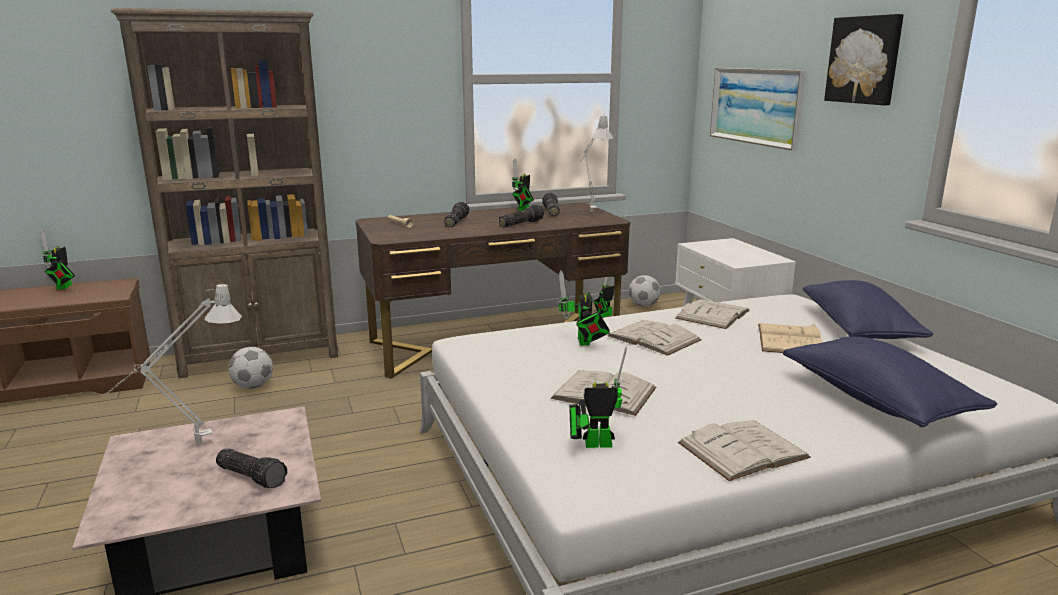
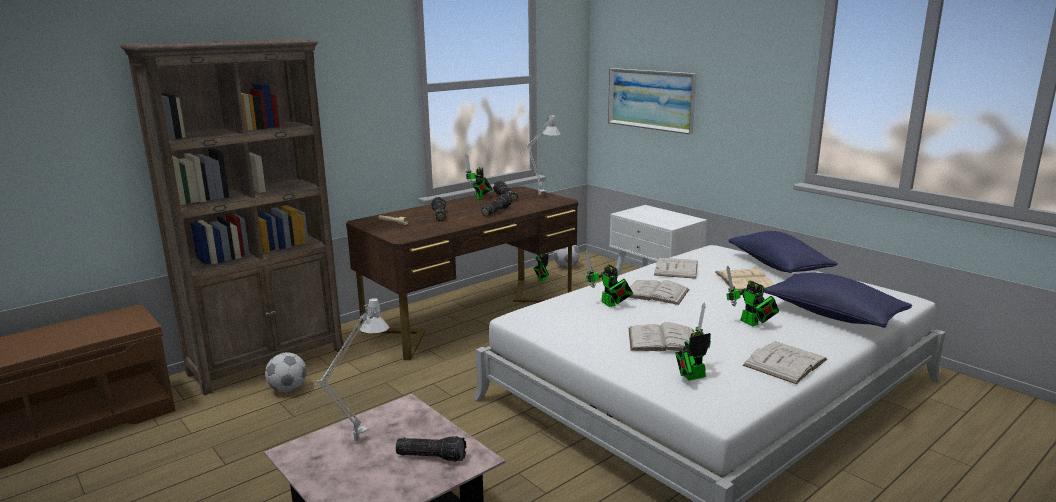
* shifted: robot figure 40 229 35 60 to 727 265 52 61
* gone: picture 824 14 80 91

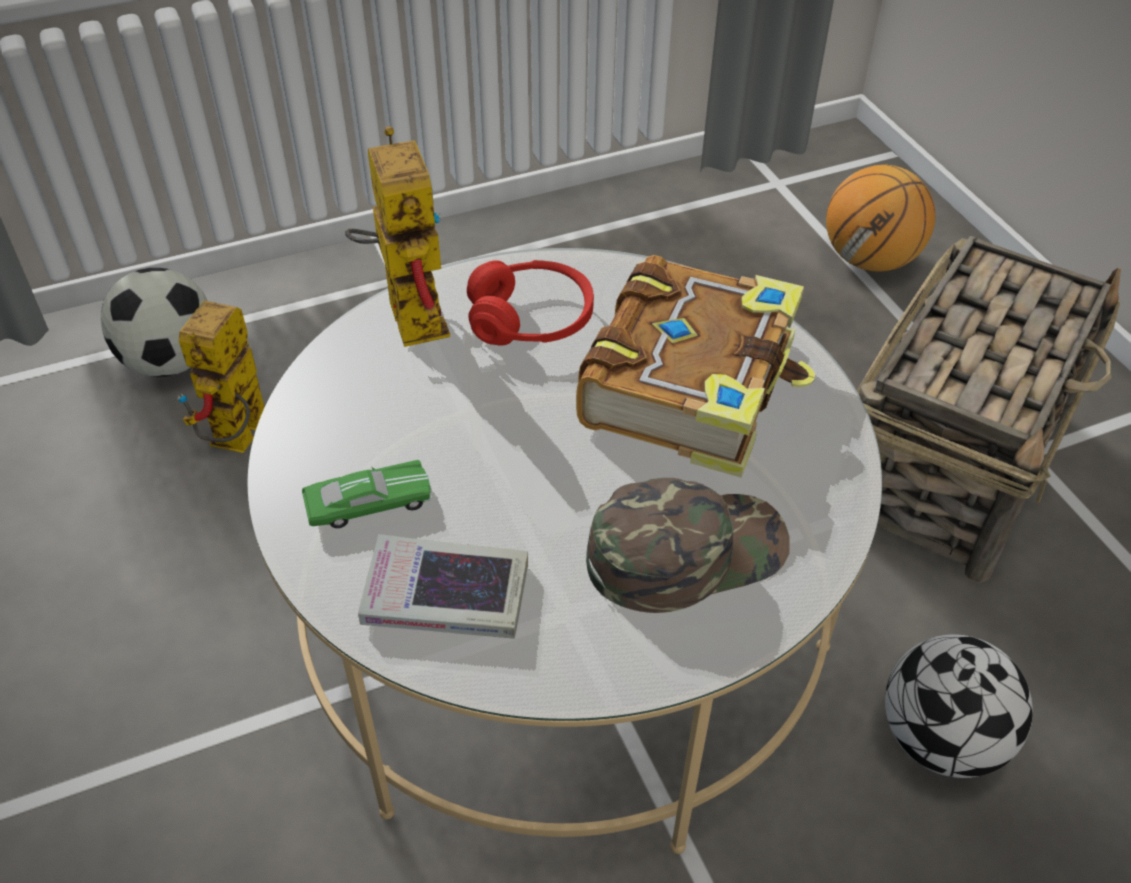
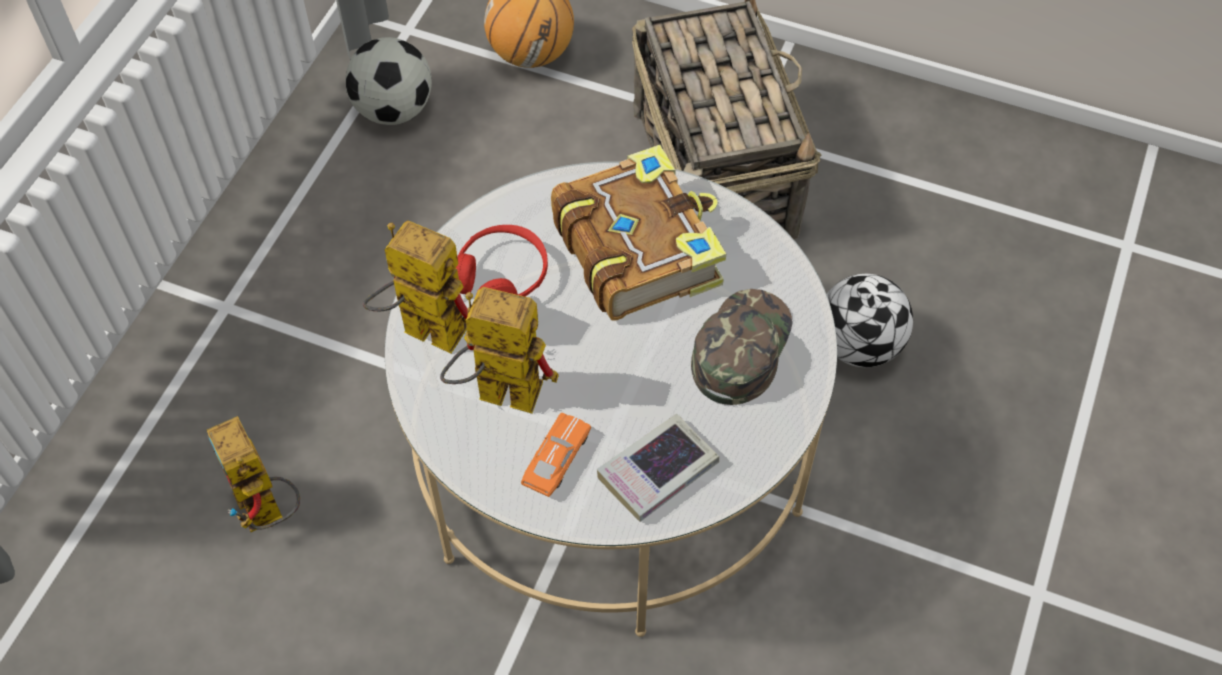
* shifted: football ball 101 268 107 109 to 345 37 87 88
* new: robot figure 440 287 119 126
* repainted: model car in green 302 460 130 68 to model car in orange-coloured 521 413 70 84

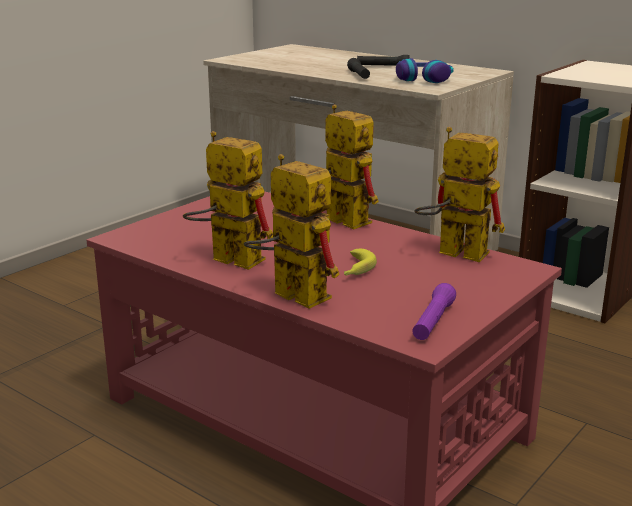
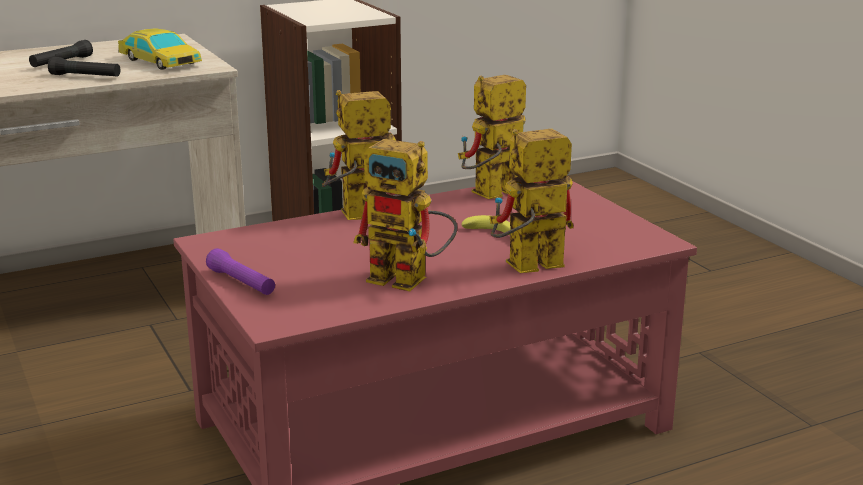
* swapped: headphones 396 58 58 25 to model car 118 28 84 42
* shifted: hand torch in purple 412 283 44 57 to 206 248 69 47
* rotated: robot figure 183 131 90 139 = 353 139 105 152 120 degrees counterclockwise

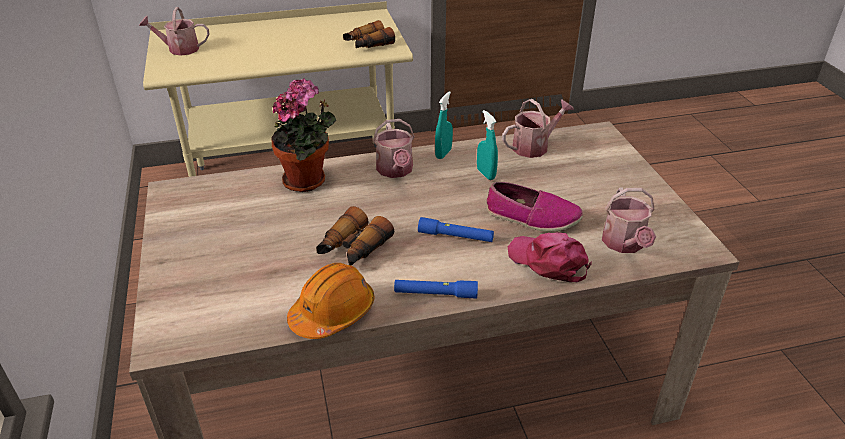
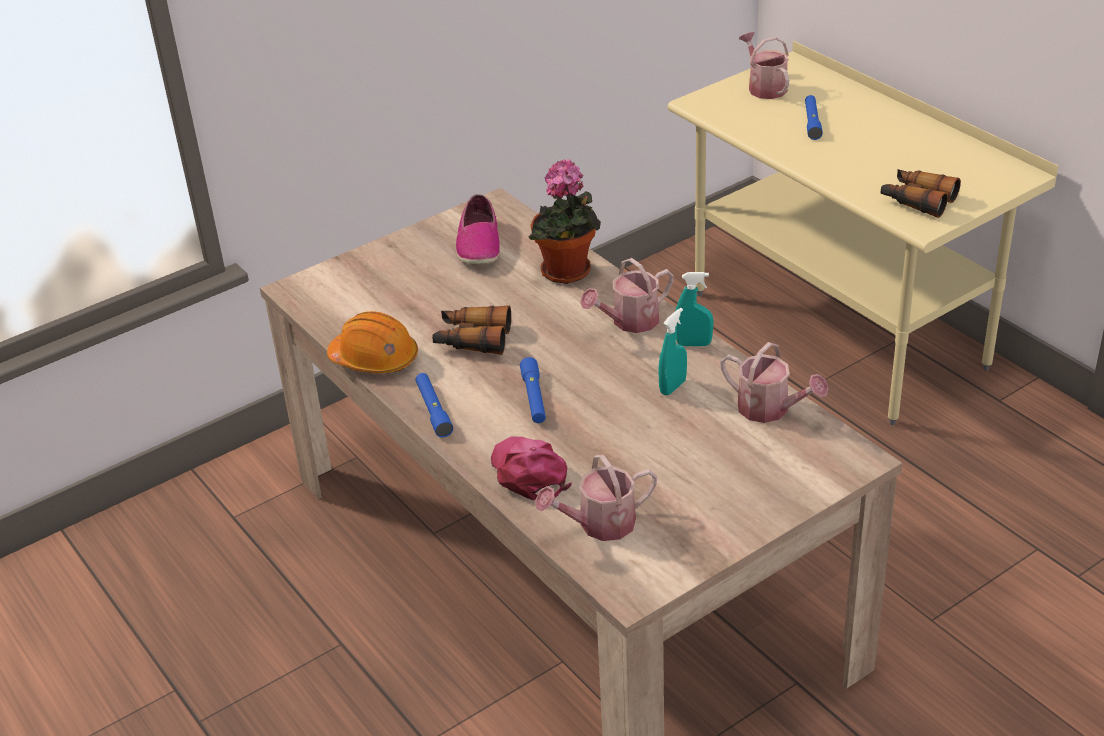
* shifted: item of footwear 486 182 97 50 to 456 194 44 70
* rotated: cap in pinkish 508 232 84 50 = 491 437 81 63 45 degrees counterclockwise
* new: hand torch in blue 805 95 18 45

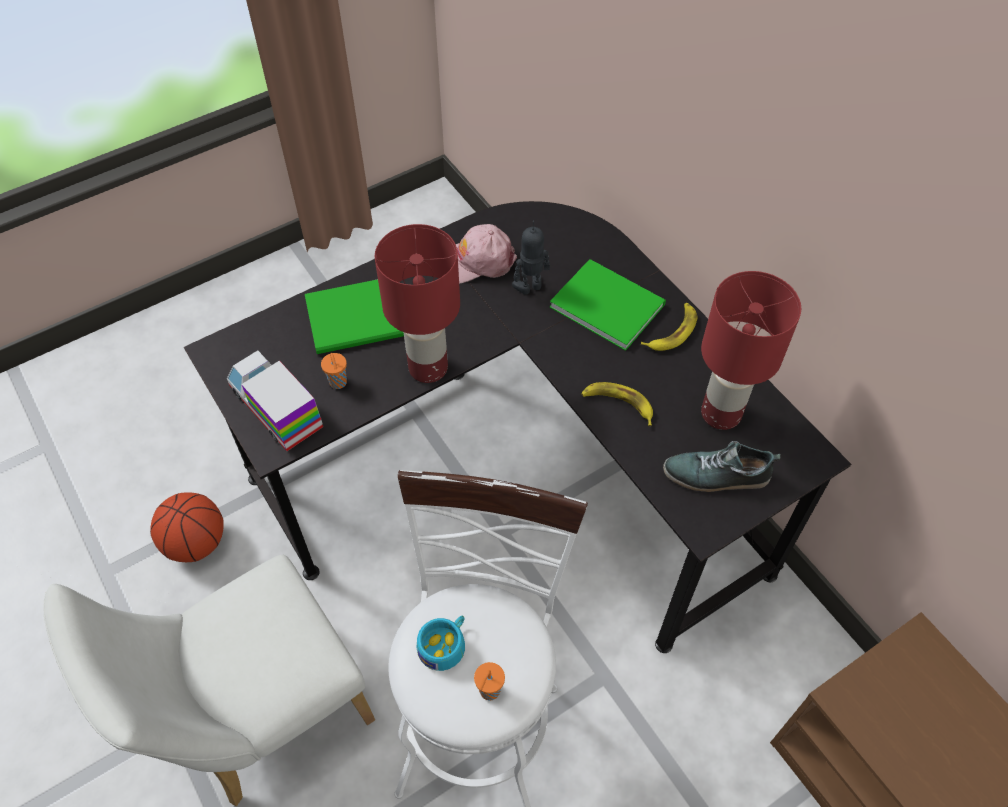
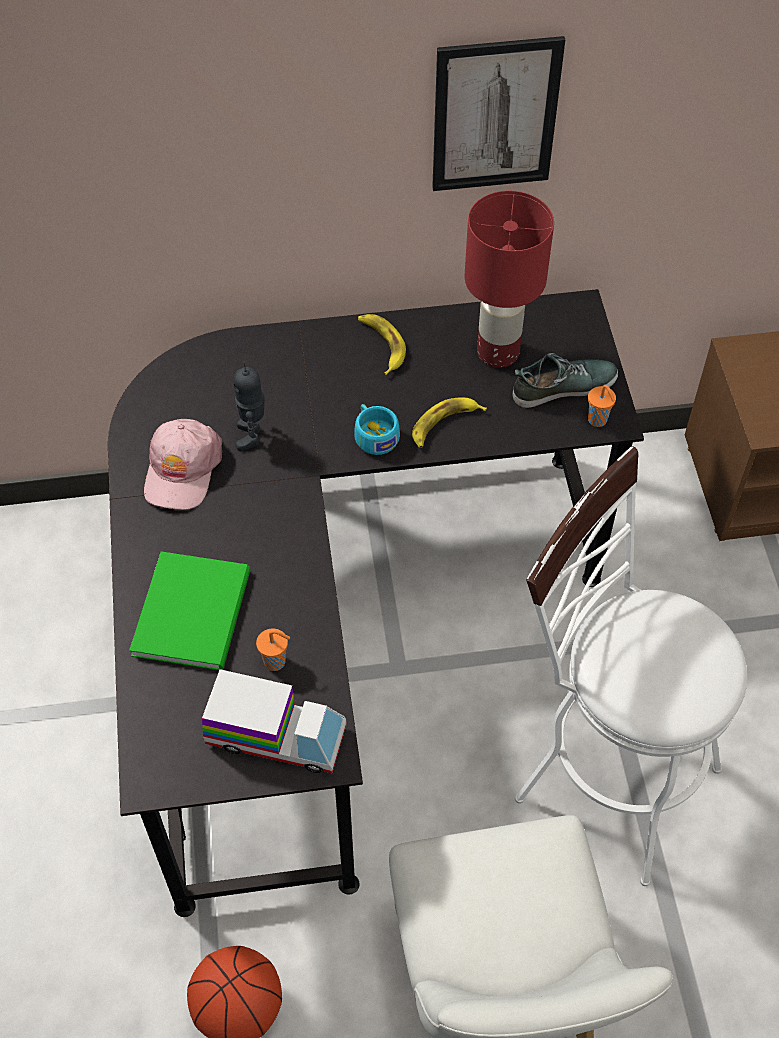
* rotated: toy lorry 227 350 96 101 = 202 669 145 104 150 degrees counterclockwise
* shifted: cup in blue-green 417 616 48 55 to 354 404 46 51
* new: picture 432 36 133 155
* rotated: item of footwear 663 441 118 51 = 512 353 106 55 135 degrees counterclockwise
* shifted: cup in orange-coloured 474 662 31 38 to 588 385 28 42
* gone: lamp for a table in red-coloured 375 224 85 159
* gone: book in green 550 259 116 92

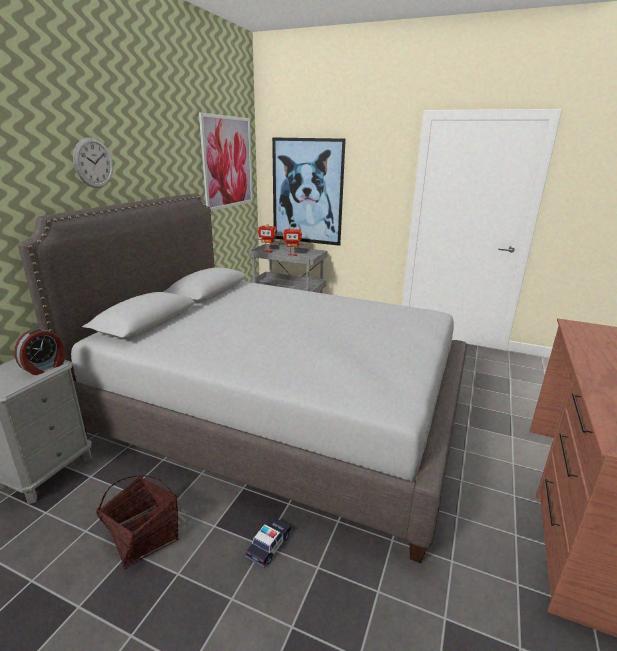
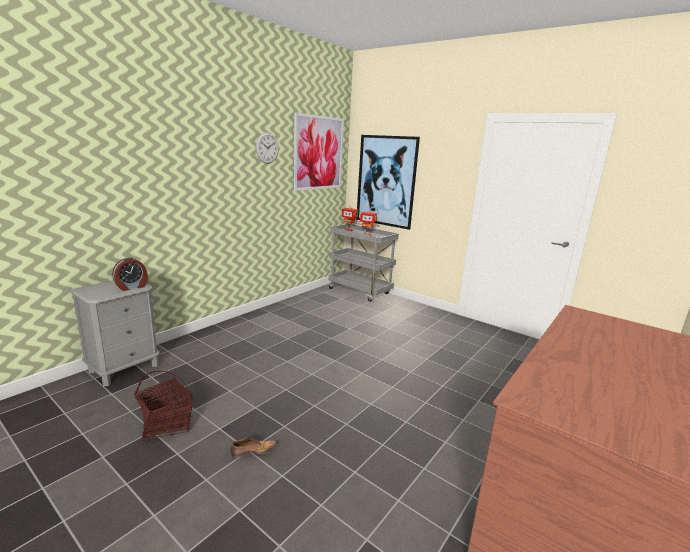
* swapped: model car 245 517 47 51 to item of footwear 230 437 47 21
* shifted: clock on the wall 73 137 40 51 to 256 132 23 32
* gone: sleeping bed in grey 18 193 449 370

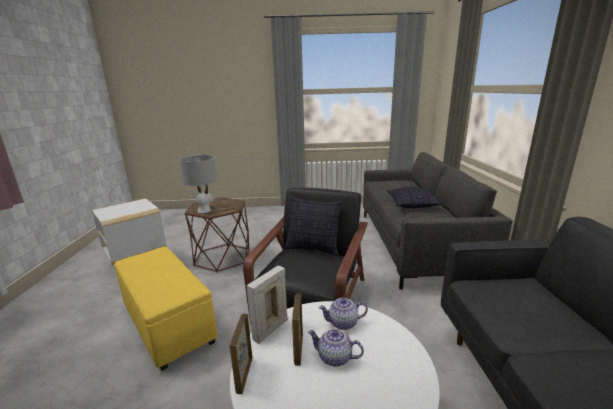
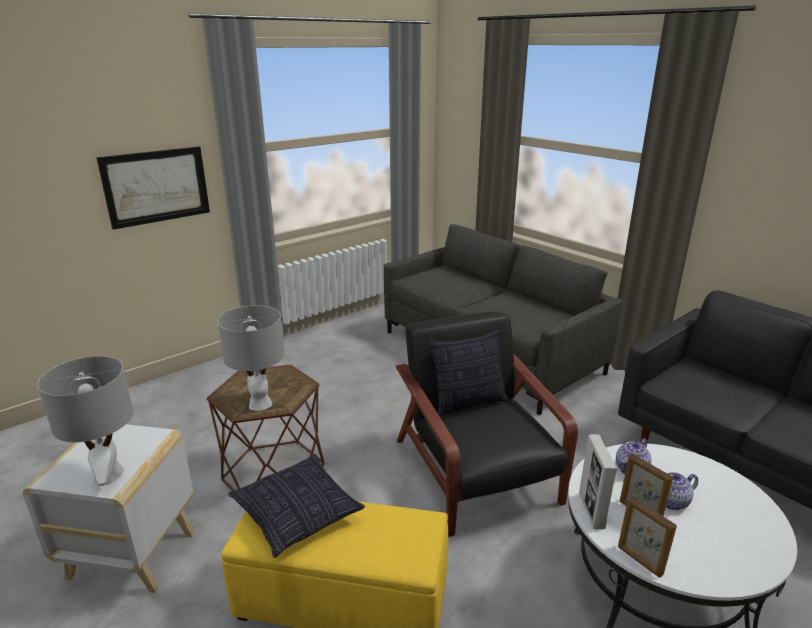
* new: lamp for a table in grey 37 356 97 130
* new: picture 96 146 114 84
* shifted: pillow 386 187 58 21 to 228 454 137 104

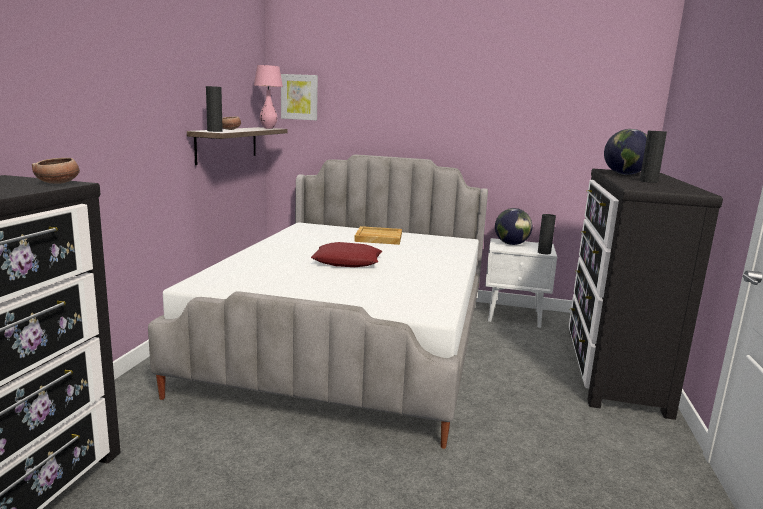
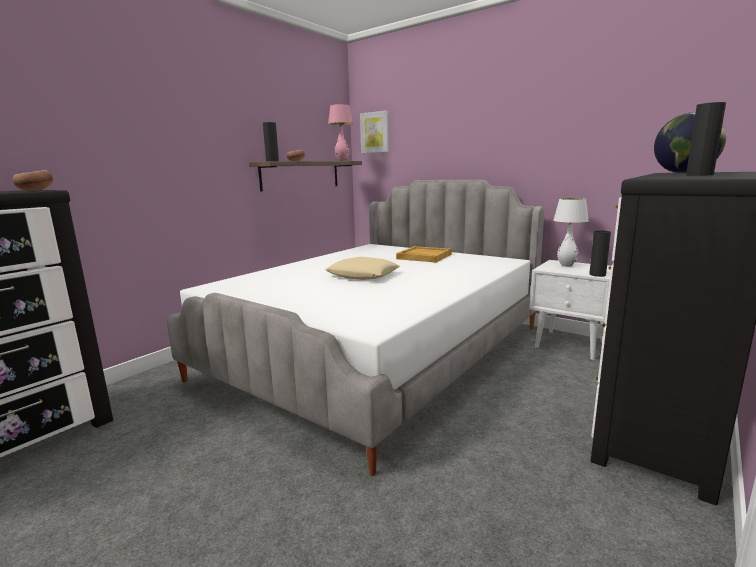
* repainted: pillow in red-coloured 311 242 72 25 to pillow in beige-coloured 325 257 75 23
* swapped: globe 495 208 37 37 to lamp for a table in whitish 553 198 35 69

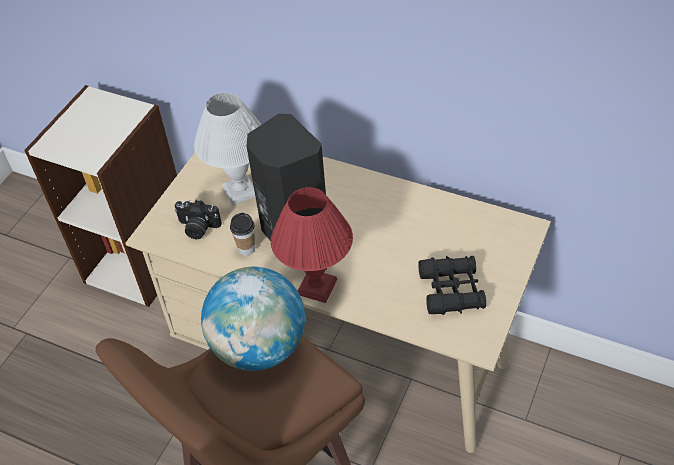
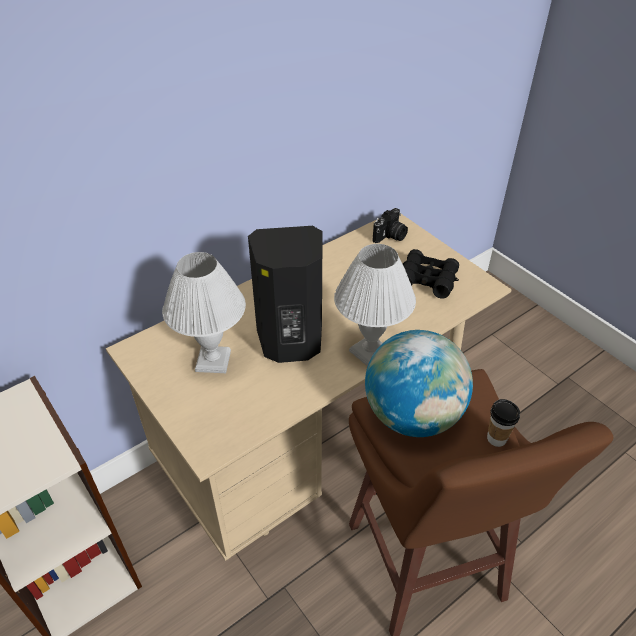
* repainted: lamp for a table in red-coloured 271 187 82 116 to lamp for a table in whitish 334 244 82 122
* shifted: photo camera 174 200 48 39 to 372 208 36 35
* shifted: cup 230 213 25 43 to 487 399 33 48

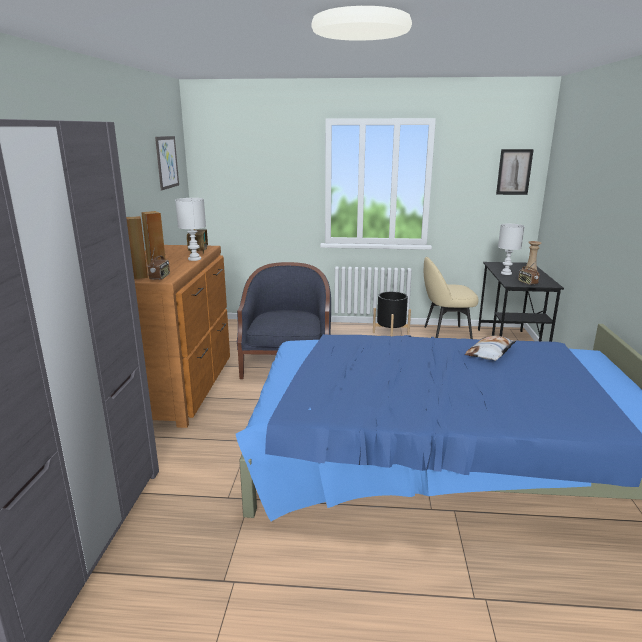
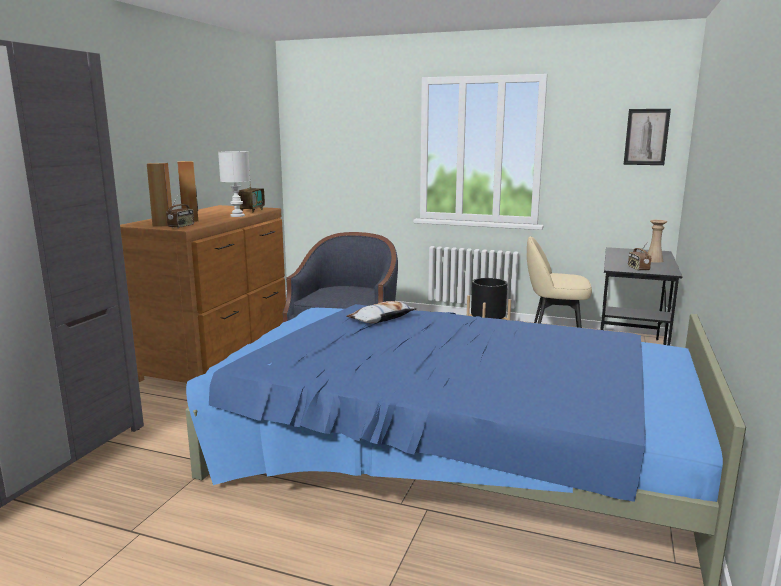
* shifted: pillow 464 336 52 25 to 346 301 71 23
* gone: picture 155 136 24 54
* gone: lamp for a table in whitish 498 224 27 51

